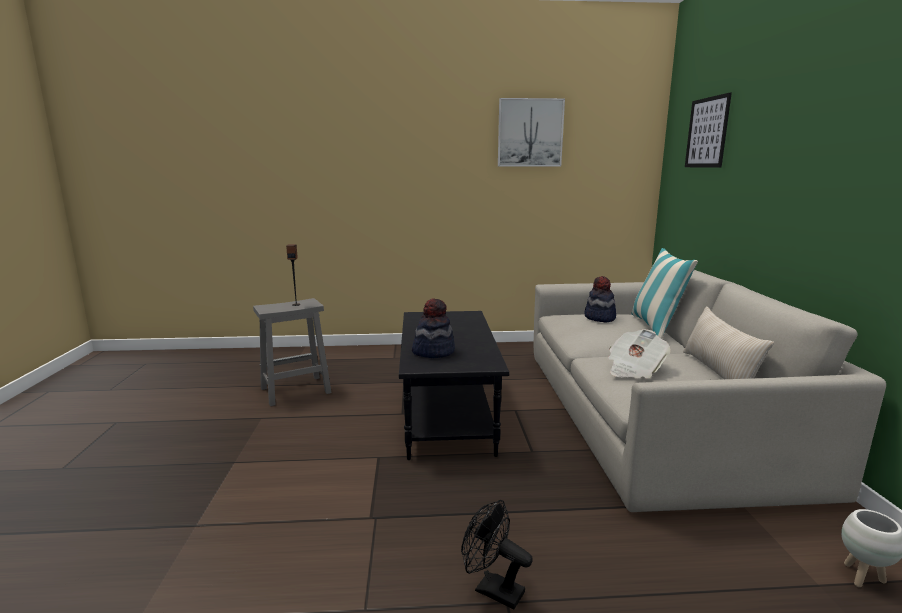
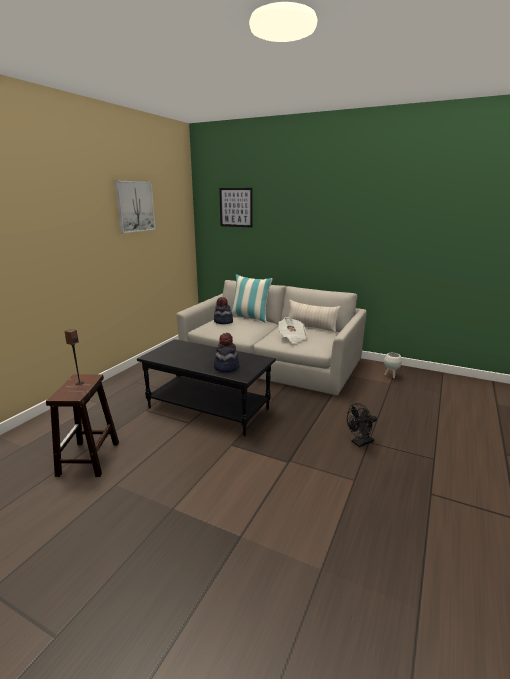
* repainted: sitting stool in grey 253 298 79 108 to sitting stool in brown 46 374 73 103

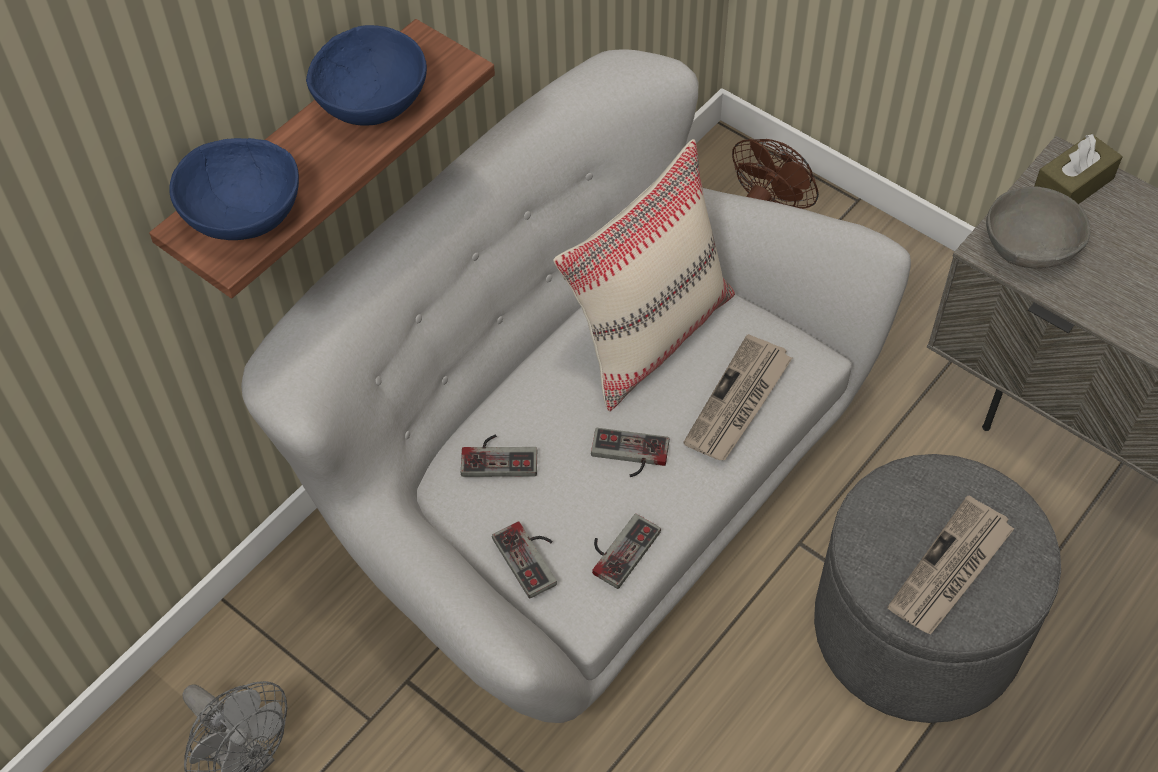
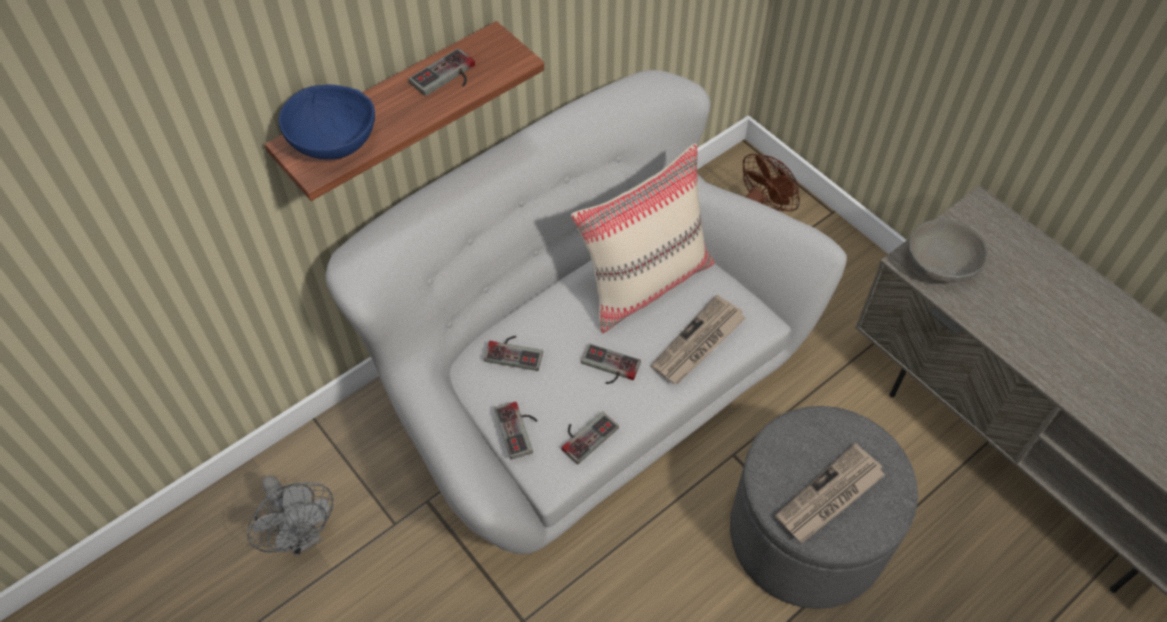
* swapped: deep dish in blue 306 25 121 101 to joypad 409 48 66 48
* gone: tissue holder in brown 1034 134 88 70

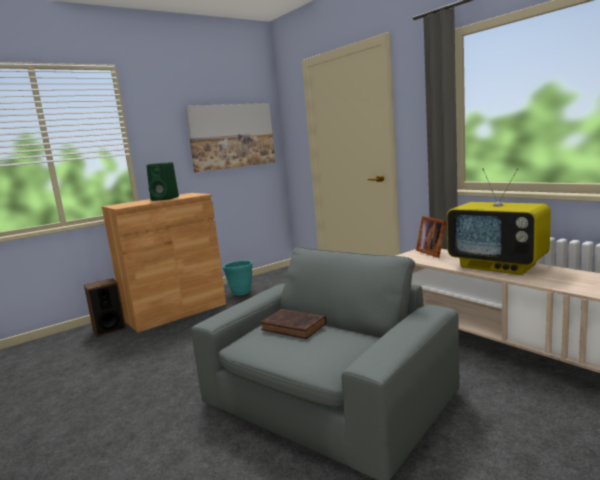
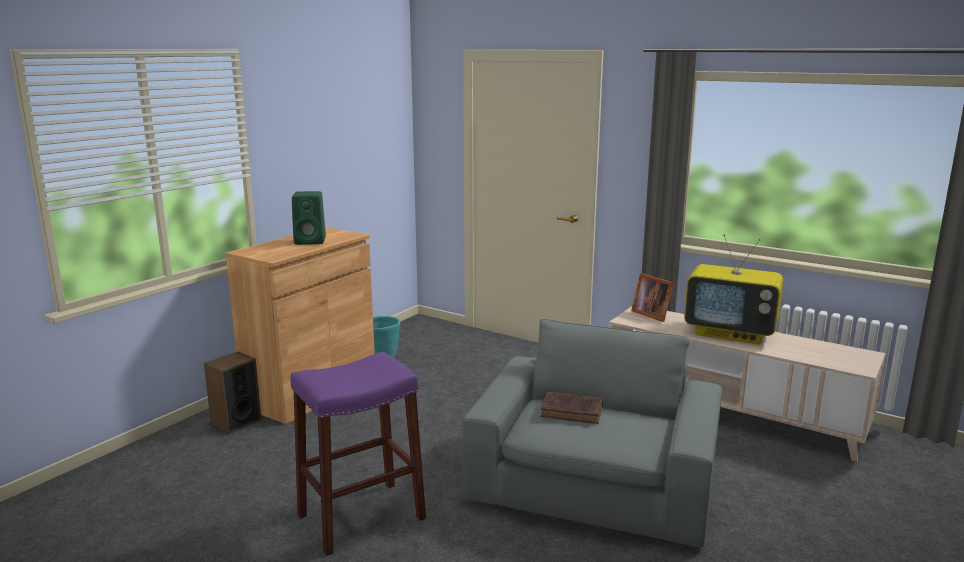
* new: sitting stool in purple 290 352 136 204
* gone: picture 185 103 90 69

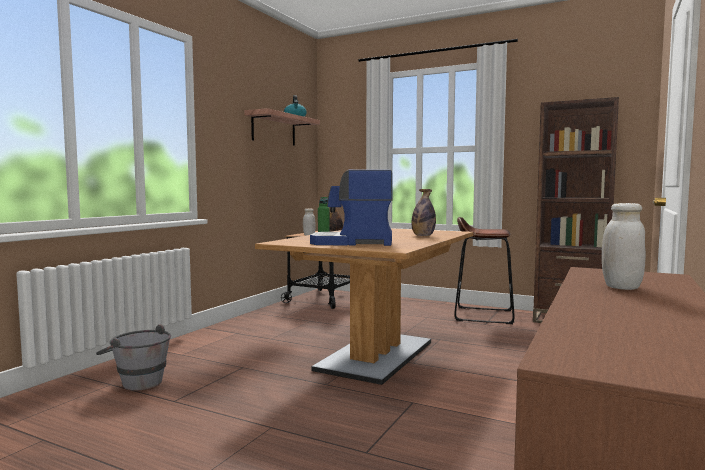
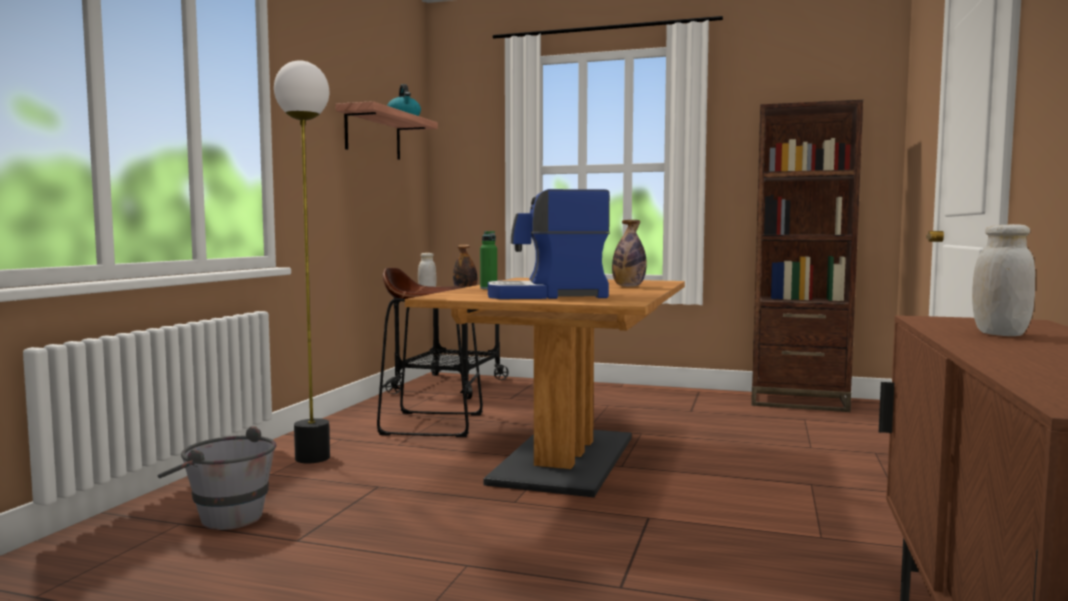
* new: standard lamp 274 60 56 403
* shifted: sitting stool in brown 454 217 61 107 to 377 268 106 169

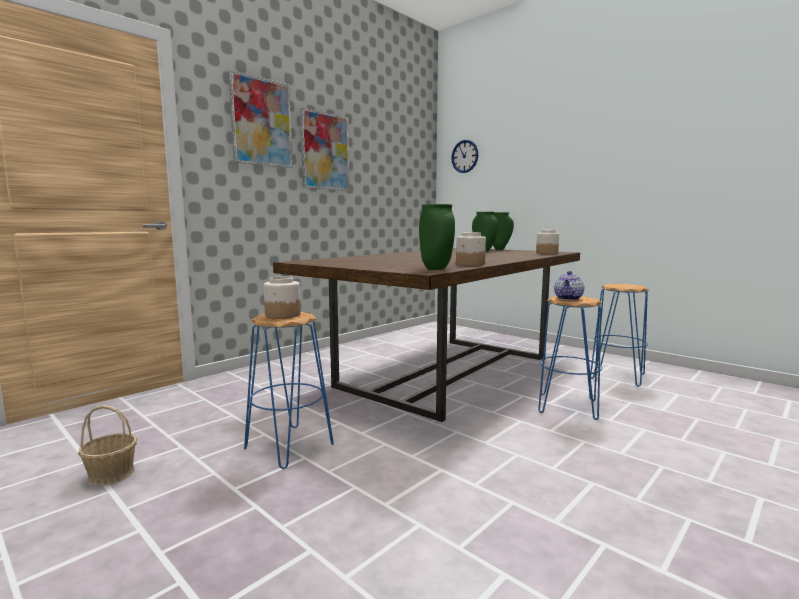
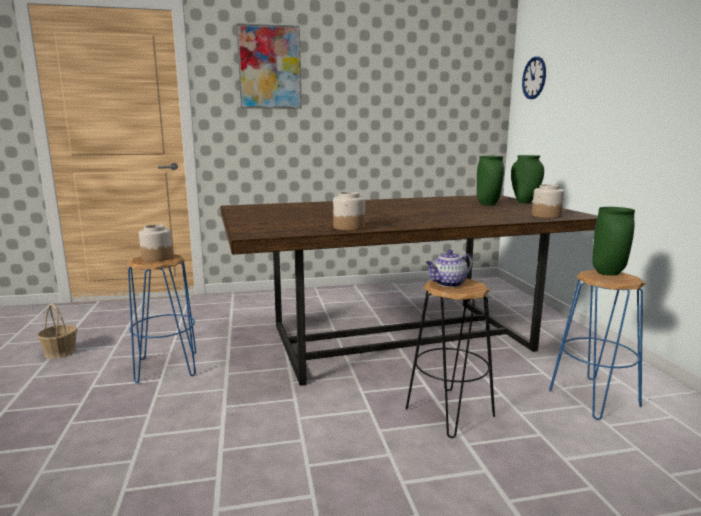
* repainted: sitting stool in blue 538 296 65 124 to sitting stool in black-coloured 406 278 89 160
* shifted: vase in green 419 204 36 66 to 592 207 43 69
* gone: picture 300 108 50 83

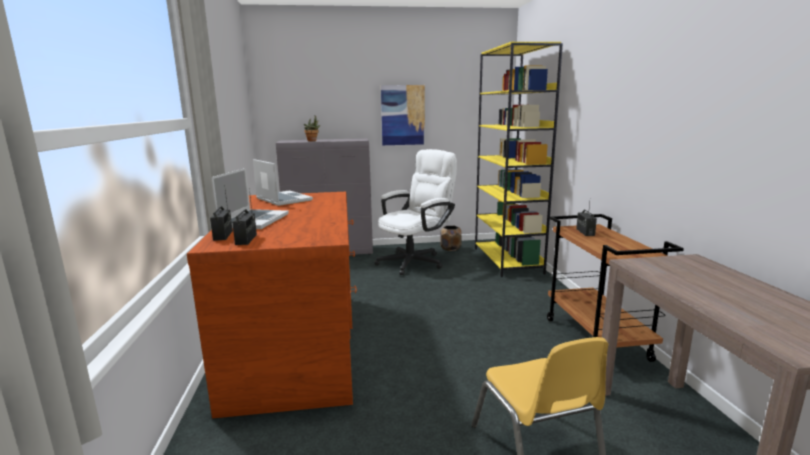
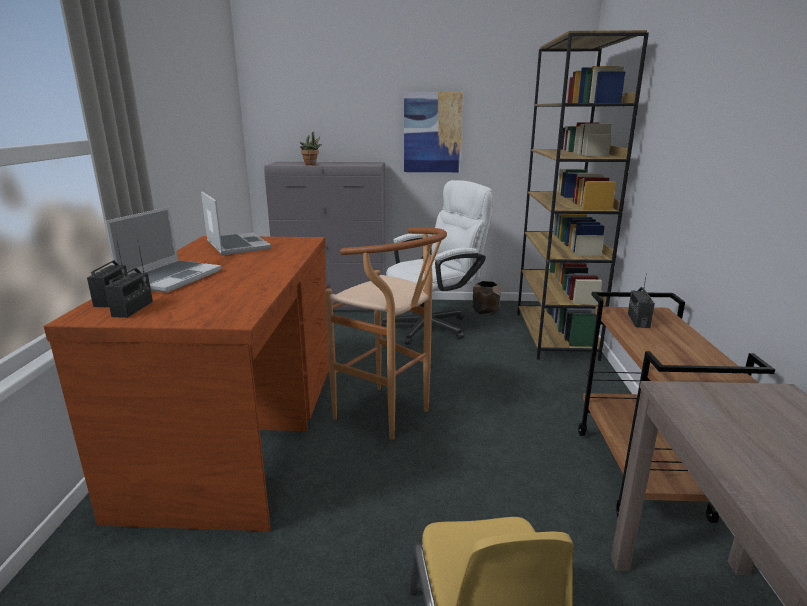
* new: sitting stool in brown 325 227 122 213
* repainted: shelving unit in yellowish 475 42 88 235 to shelving unit in brown 517 30 132 331

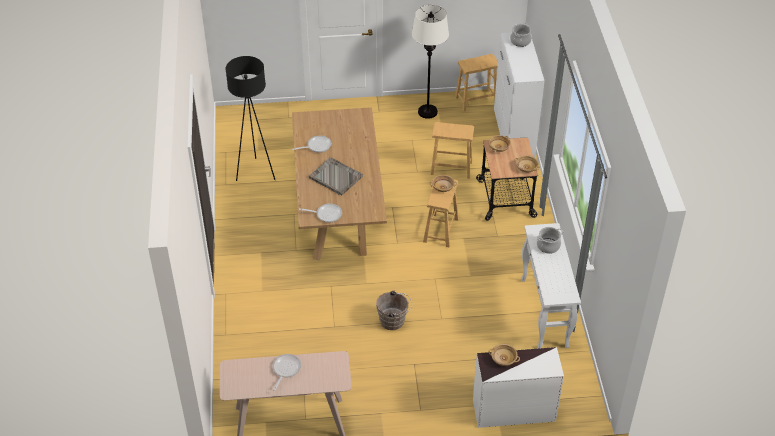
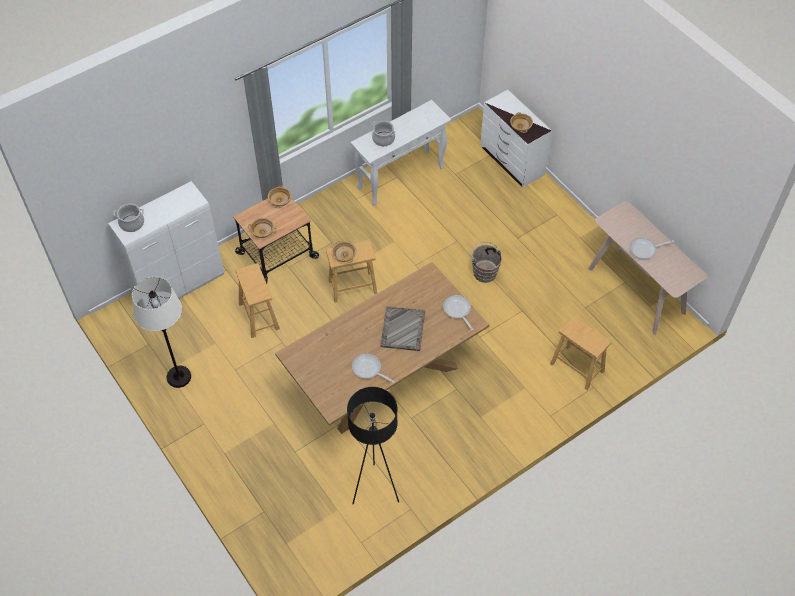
* shifted: sitting stool in brown 455 54 43 58 to 550 316 62 74

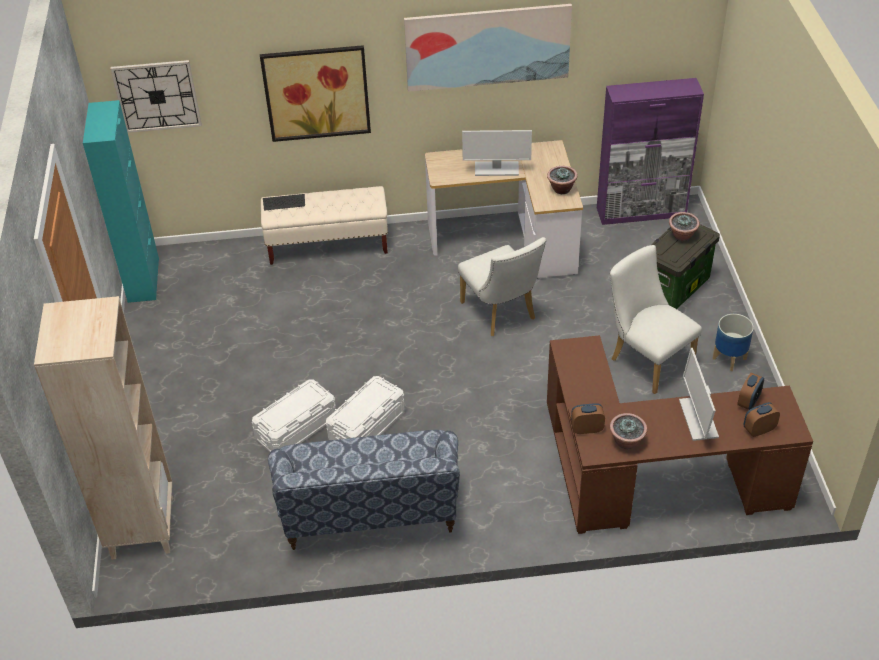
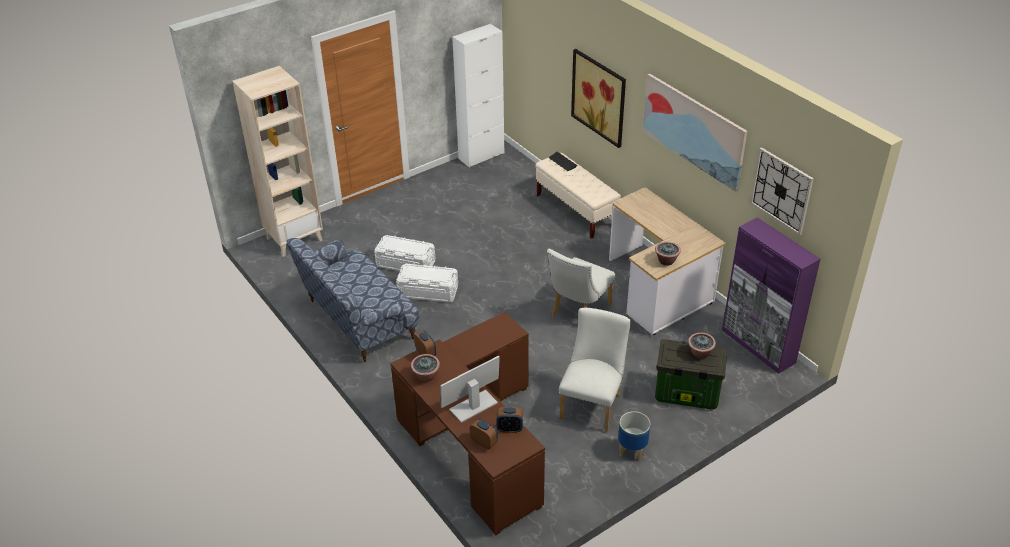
* repainted: cabinet in blue-green 83 100 76 203 to cabinet in whitish 452 24 52 144
* shifted: clock on the wall 110 60 92 73 to 750 147 64 88
* gone: monitor 462 130 70 46

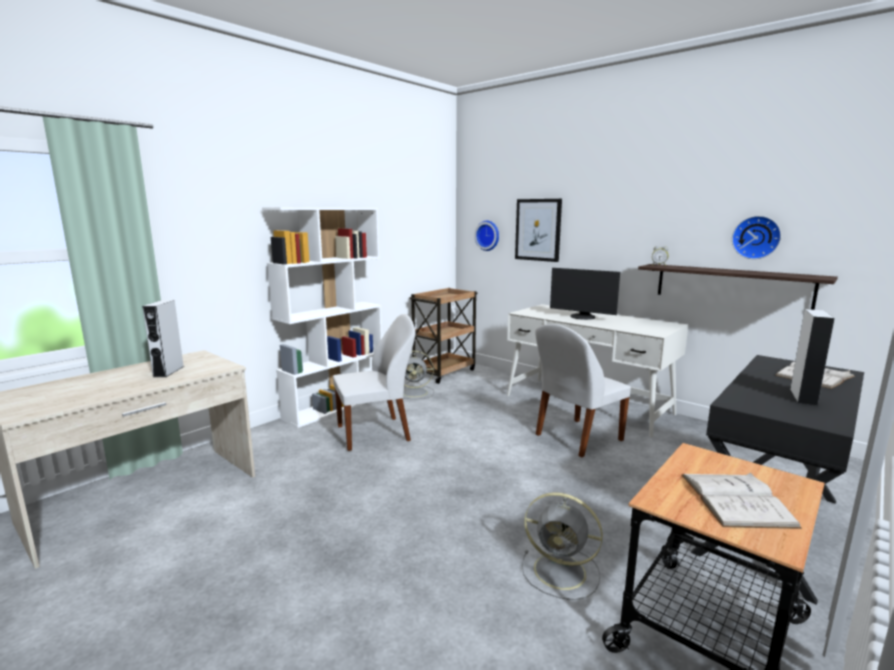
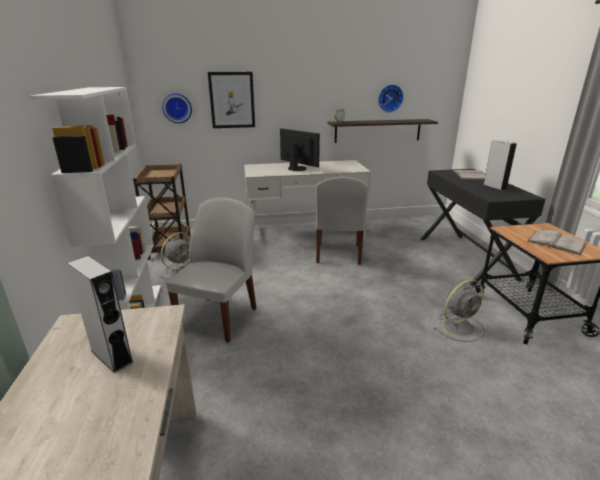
* rotated: monitor 550 268 70 52 = 280 128 40 43 120 degrees counterclockwise

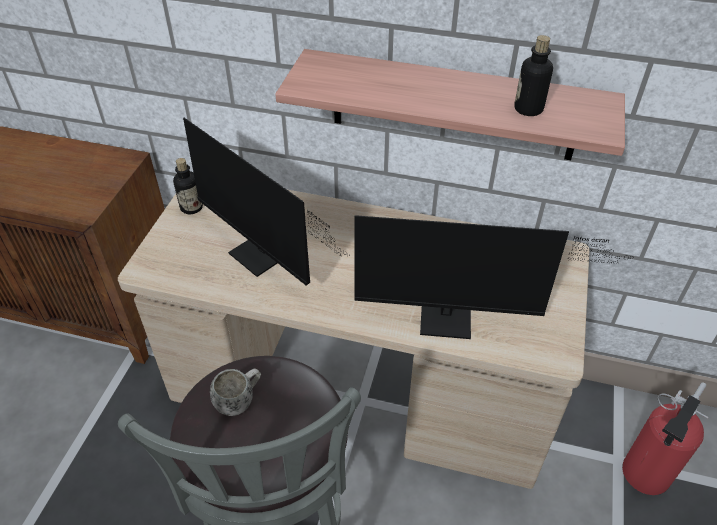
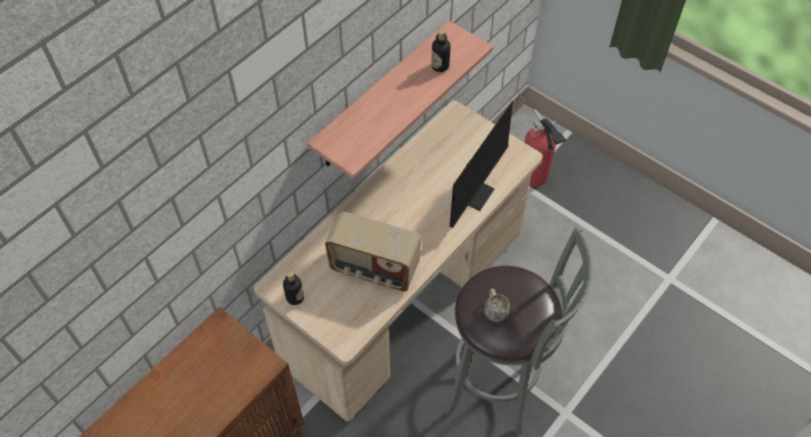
* swapped: monitor 183 118 167 167 to radio set 325 212 96 79

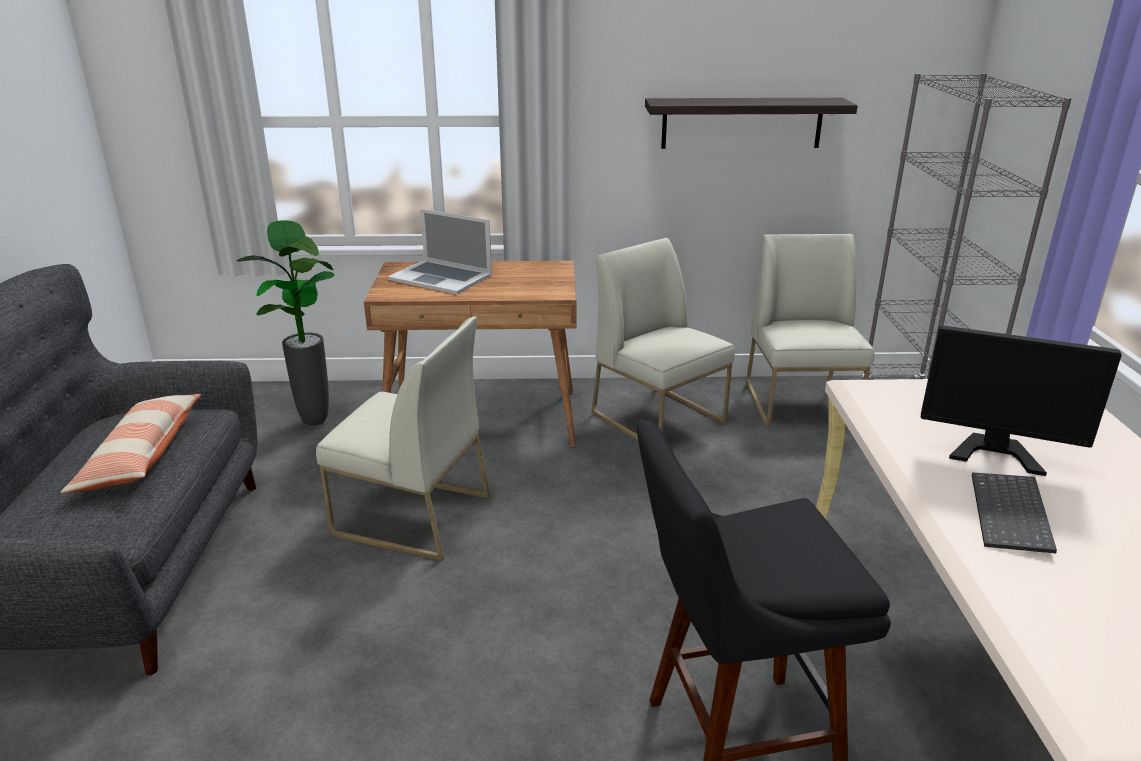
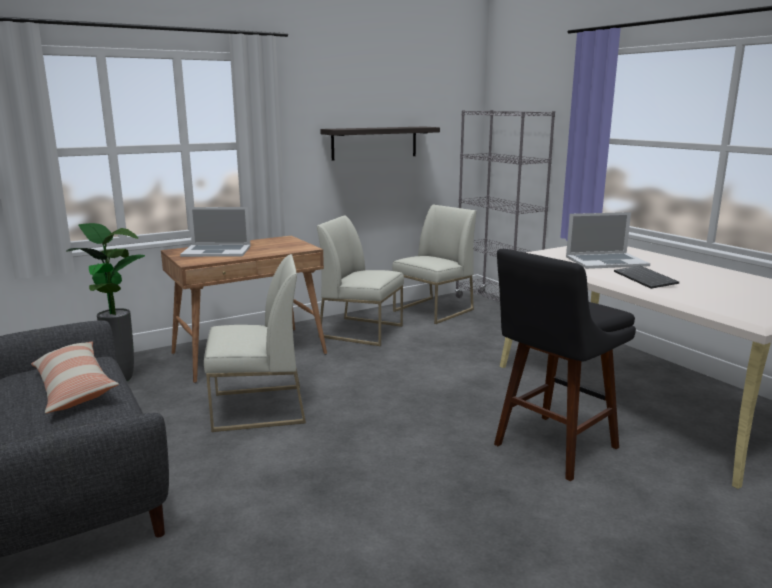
* rotated: chair in whitish 746 234 129 195 = 392 205 84 119 75 degrees clockwise
* swapped: monitor 921 326 201 150 to laptop 566 212 84 57

